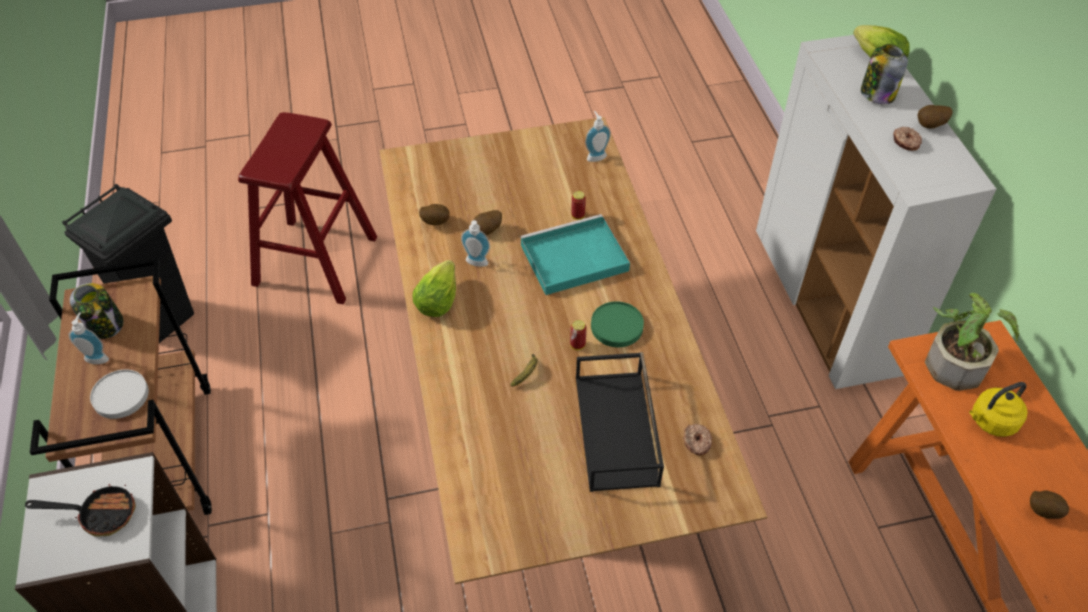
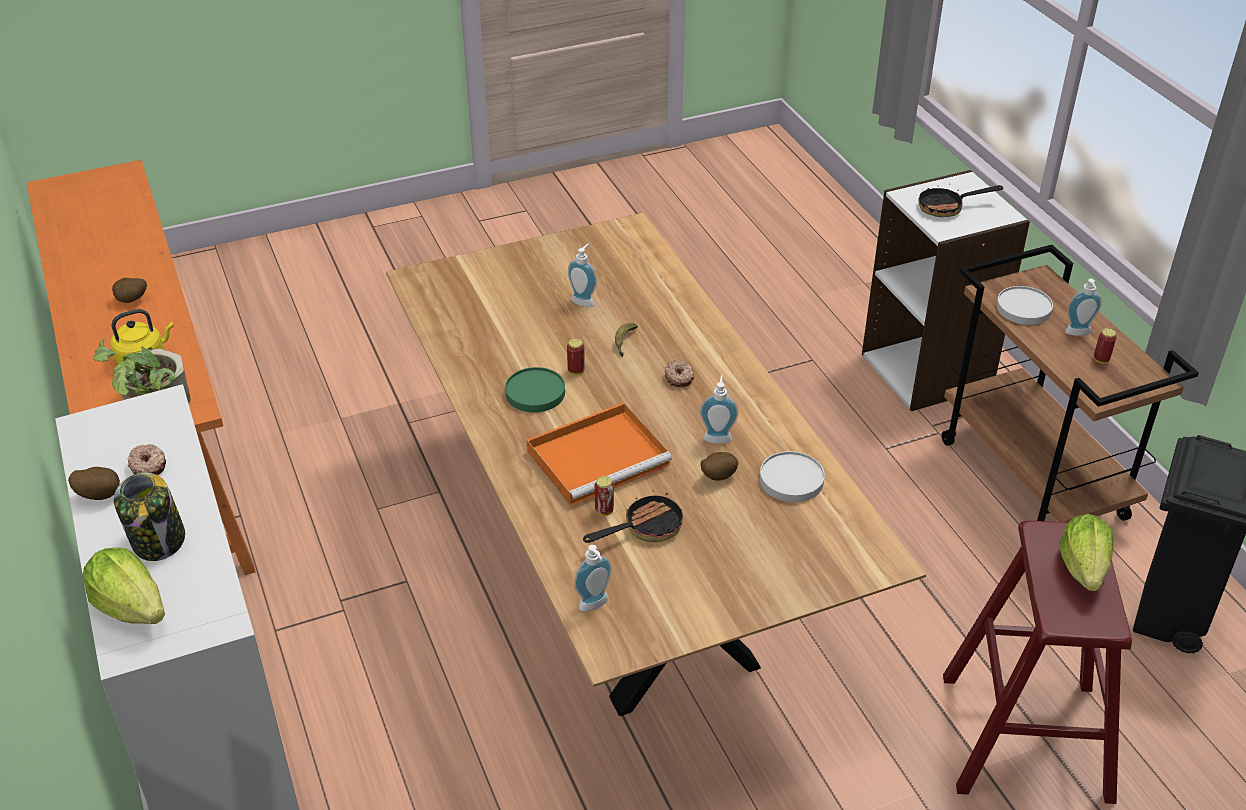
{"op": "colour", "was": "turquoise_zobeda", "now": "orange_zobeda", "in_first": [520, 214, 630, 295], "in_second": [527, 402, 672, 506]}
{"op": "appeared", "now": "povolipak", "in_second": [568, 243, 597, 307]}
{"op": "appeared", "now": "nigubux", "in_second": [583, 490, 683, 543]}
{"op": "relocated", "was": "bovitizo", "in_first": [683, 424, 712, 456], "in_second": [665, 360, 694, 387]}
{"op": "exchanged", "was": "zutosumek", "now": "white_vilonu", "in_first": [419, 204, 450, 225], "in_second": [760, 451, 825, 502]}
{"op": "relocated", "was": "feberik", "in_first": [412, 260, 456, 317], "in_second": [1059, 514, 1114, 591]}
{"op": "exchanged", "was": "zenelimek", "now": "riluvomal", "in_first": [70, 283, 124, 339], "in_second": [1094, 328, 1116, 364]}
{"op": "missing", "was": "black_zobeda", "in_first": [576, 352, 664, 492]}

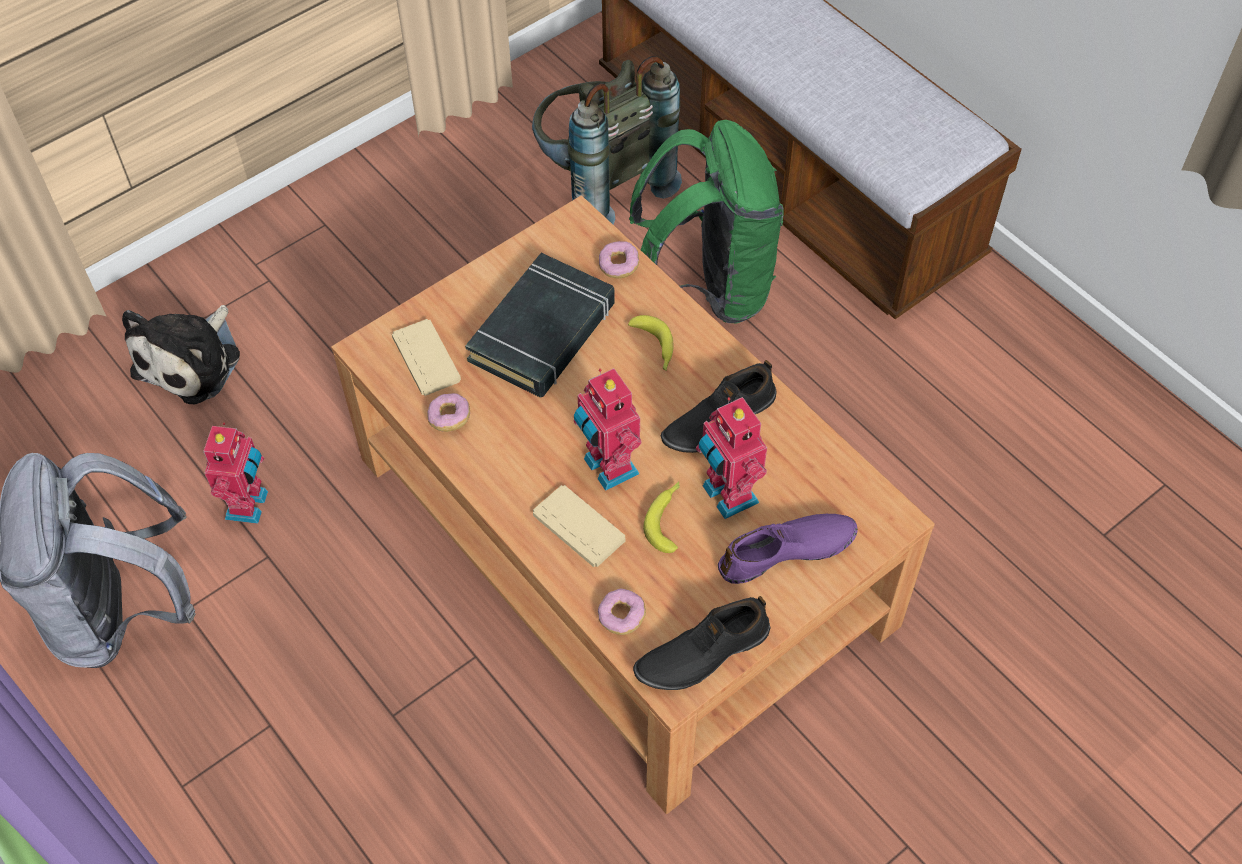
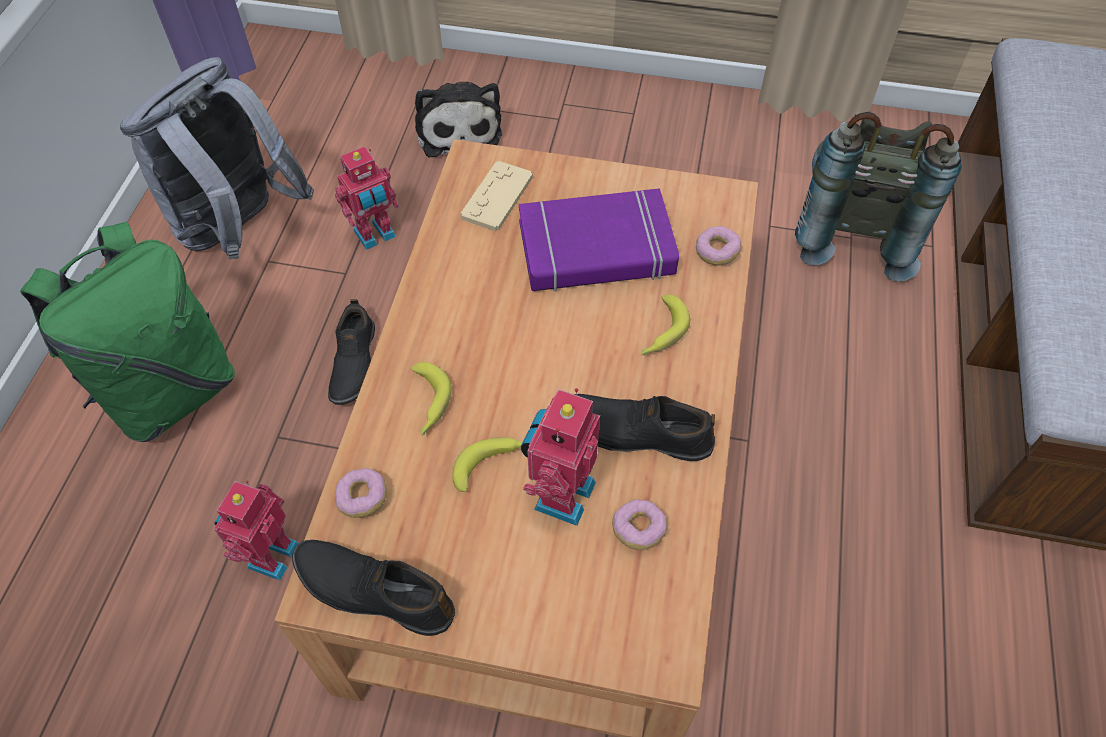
{"op": "relocated", "was": "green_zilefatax", "in_first": [629, 120, 784, 323], "in_second": [20, 222, 235, 442]}
{"op": "relocated", "was": "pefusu", "in_first": [574, 368, 641, 491], "in_second": [214, 480, 299, 581]}
{"op": "appeared", "now": "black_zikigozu", "in_second": [328, 299, 375, 405]}
{"op": "exchanged", "was": "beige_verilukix", "now": "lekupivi", "in_first": [533, 485, 625, 567], "in_second": [411, 362, 452, 436]}
{"op": "spun", "was": "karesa", "in_first": [122, 305, 240, 404], "in_second": [415, 82, 502, 157], "clockwise": -90}
{"op": "colour", "was": "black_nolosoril", "now": "purple_nolosoril", "in_first": [465, 253, 615, 397], "in_second": [519, 188, 679, 292]}
{"op": "relocated", "was": "bovitizo", "in_first": [427, 393, 470, 432], "in_second": [612, 499, 667, 550]}
{"op": "missing", "was": "purple_zikigozu", "in_first": [718, 514, 858, 584]}

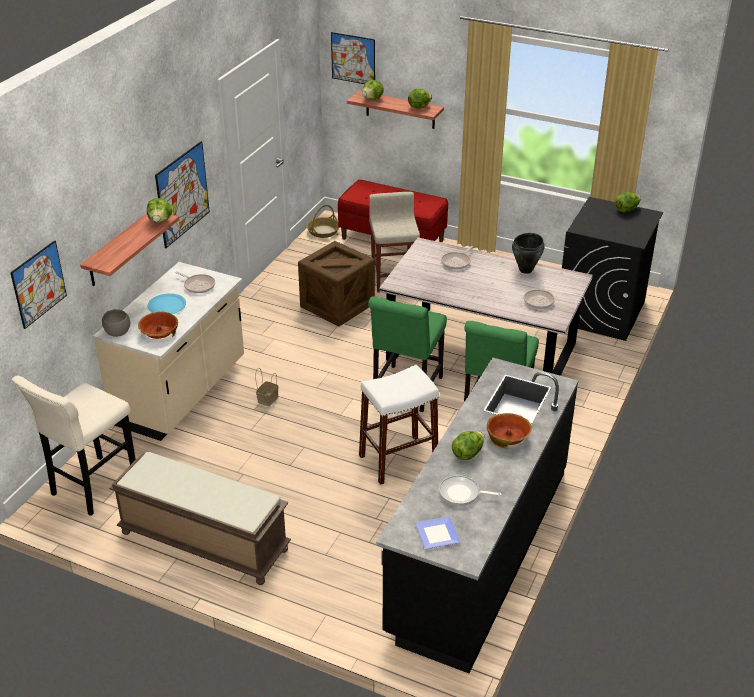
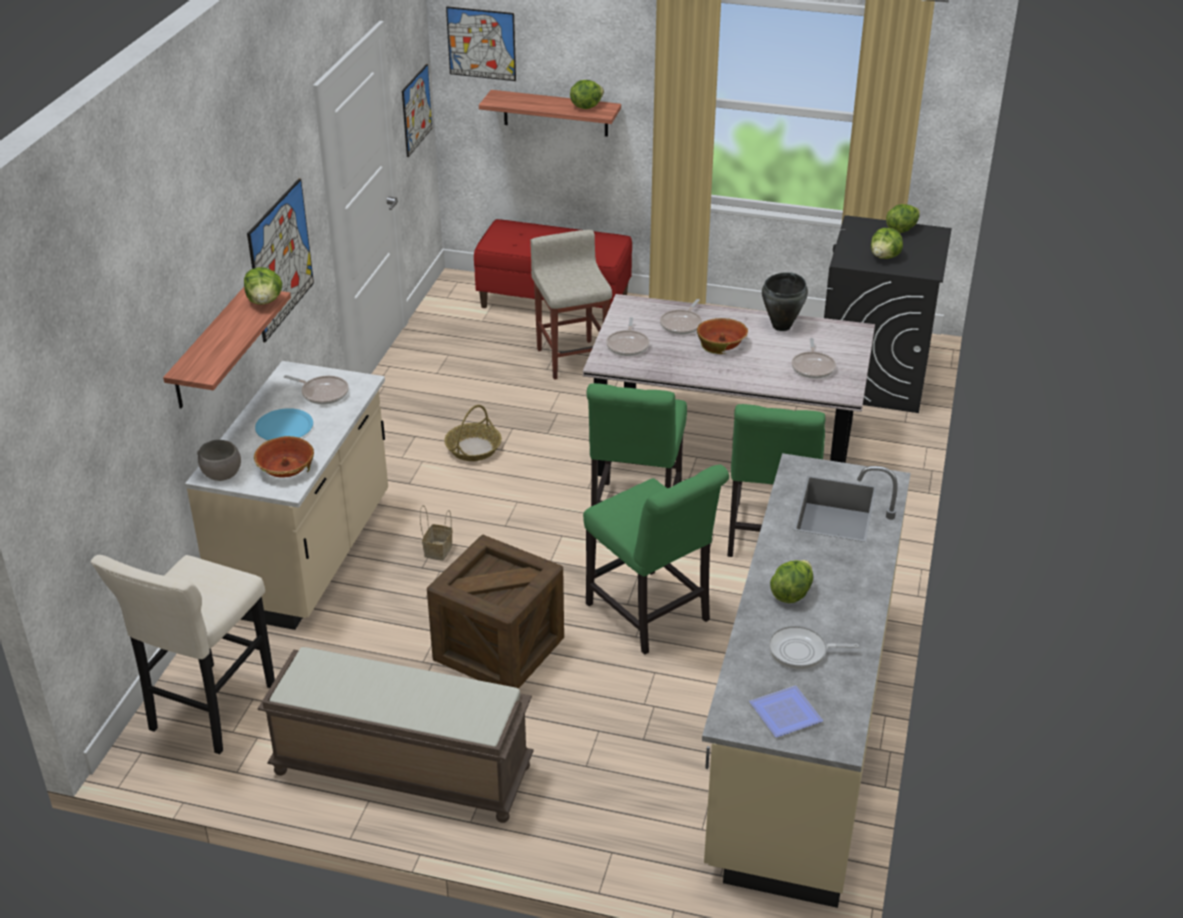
{"op": "relocated", "was": "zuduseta", "in_first": [10, 240, 67, 329], "in_second": [402, 64, 432, 157]}
{"op": "relocated", "was": "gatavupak", "in_first": [298, 241, 375, 327], "in_second": [427, 535, 564, 689]}
{"op": "relocated", "was": "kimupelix", "in_first": [306, 205, 340, 238], "in_second": [444, 405, 502, 461]}
{"op": "exchanged", "was": "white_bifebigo", "now": "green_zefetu", "in_first": [359, 365, 439, 485], "in_second": [583, 464, 729, 654]}
{"op": "appeared", "now": "nigubux", "in_second": [606, 317, 649, 356]}
{"op": "relocated", "was": "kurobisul", "in_first": [487, 413, 532, 449], "in_second": [697, 318, 748, 354]}
{"op": "colour", "was": "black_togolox", "now": "beige_togolox", "in_first": [376, 358, 579, 673], "in_second": [702, 453, 911, 908]}
{"op": "relocated", "was": "feberik", "in_first": [362, 80, 384, 100], "in_second": [871, 228, 903, 259]}

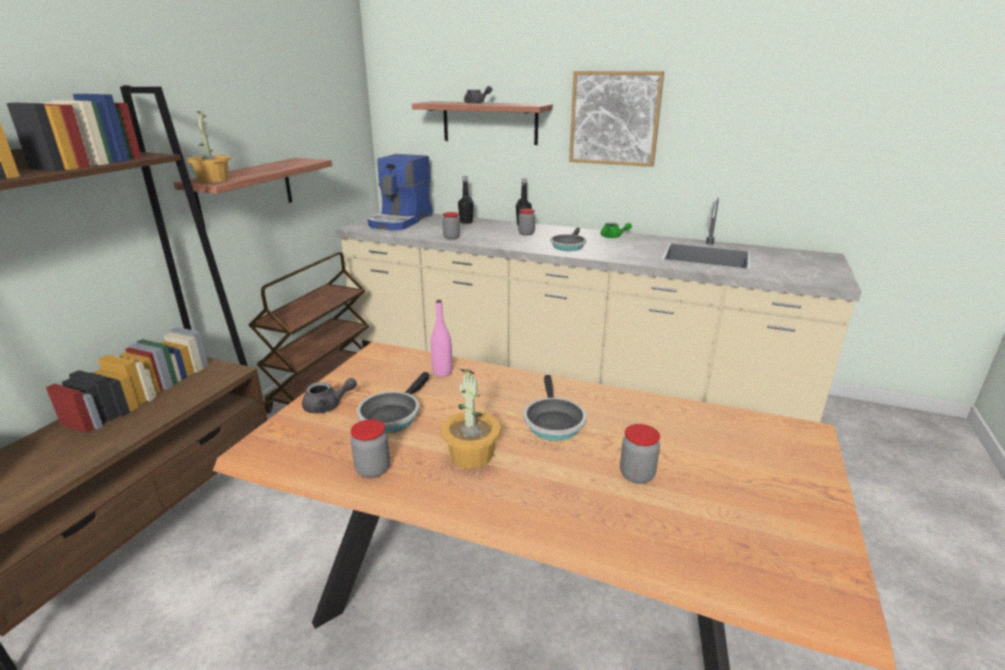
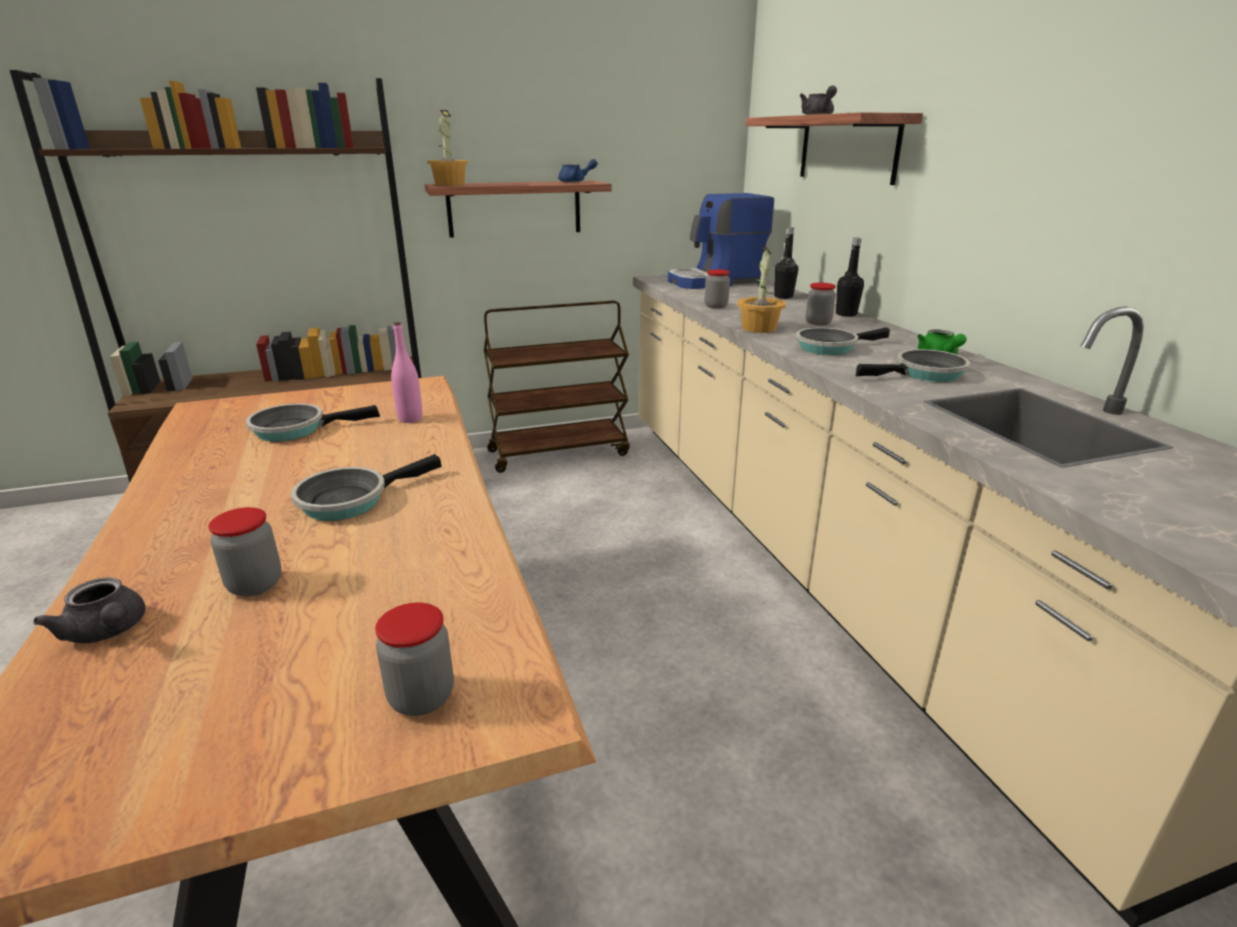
{"op": "relocated", "was": "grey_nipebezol", "in_first": [302, 378, 357, 413], "in_second": [33, 577, 146, 644]}
{"op": "relocated", "was": "zenelimek", "in_first": [351, 419, 390, 478], "in_second": [375, 603, 454, 716]}
{"op": "appeared", "now": "blue_nipebezol", "in_second": [558, 159, 598, 182]}
{"op": "relocated", "was": "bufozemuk", "in_first": [440, 369, 501, 469], "in_second": [737, 246, 786, 333]}
{"op": "appeared", "now": "nigubux", "in_second": [856, 349, 970, 382]}
{"op": "missing", "was": "zuduseta", "in_first": [569, 71, 664, 167]}

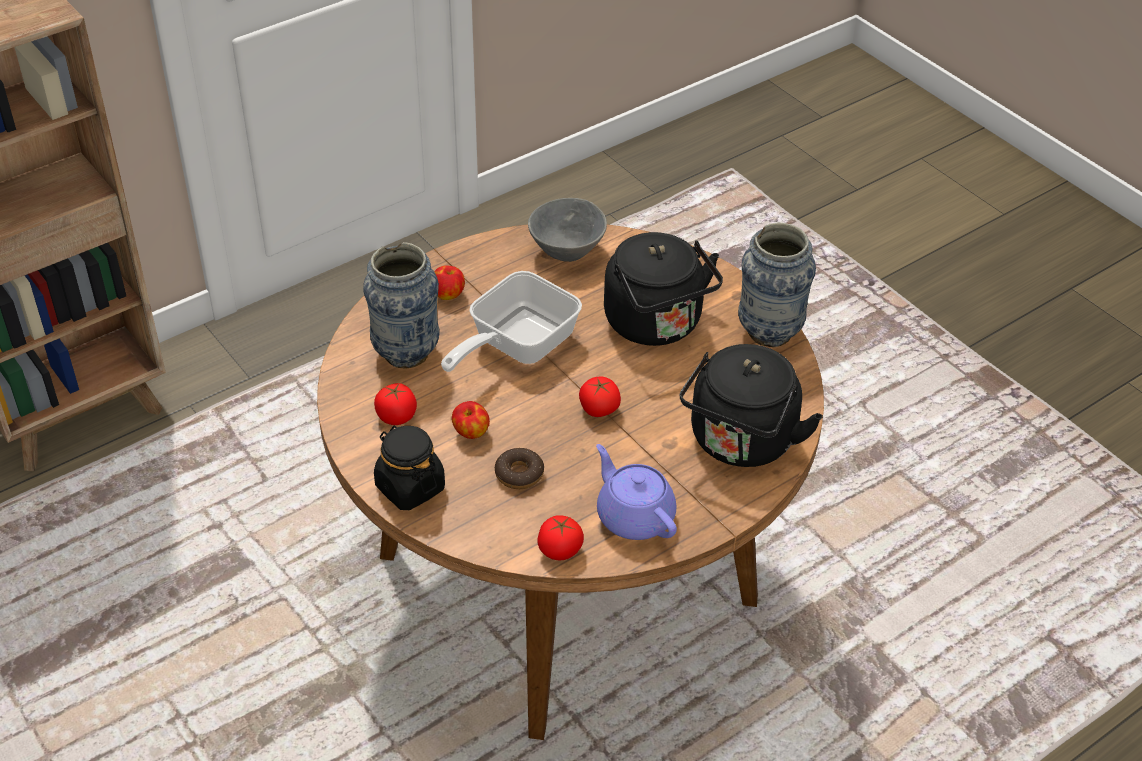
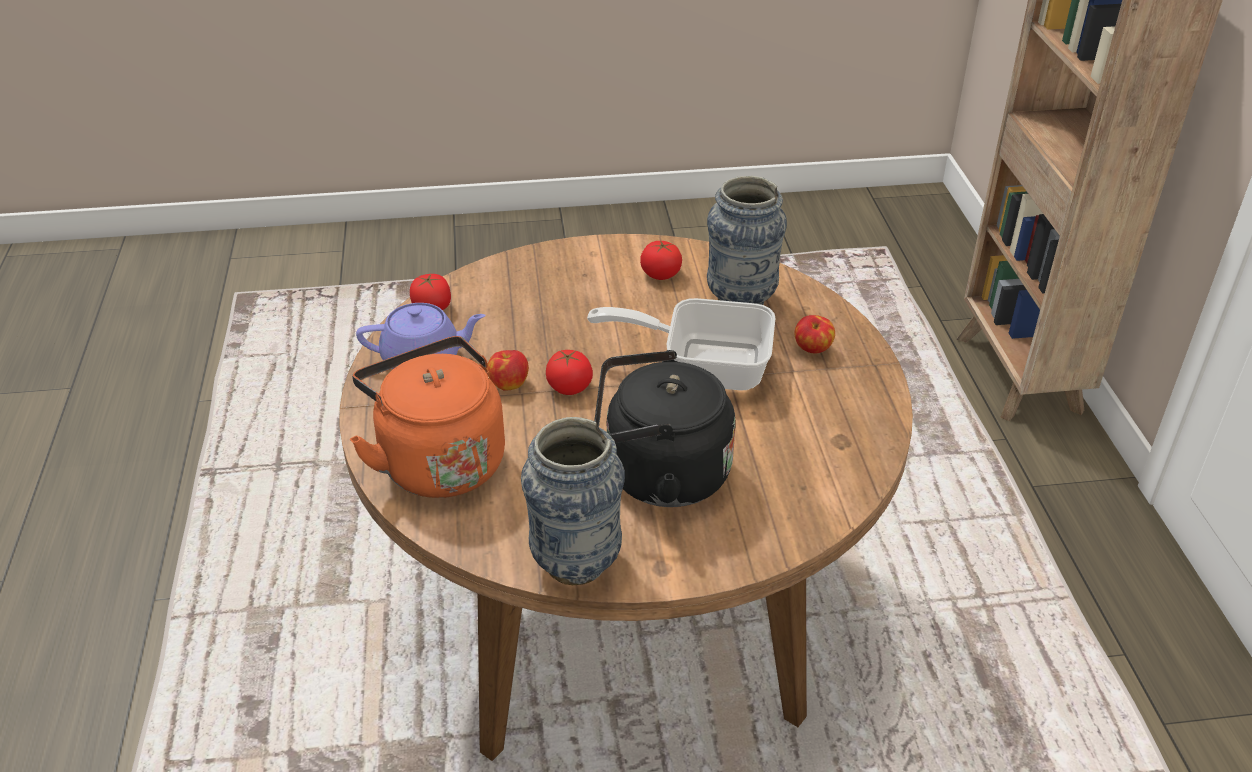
{"op": "colour", "was": "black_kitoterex", "now": "orange_kitoterex", "in_first": [680, 344, 823, 467], "in_second": [350, 336, 505, 498]}
{"op": "relocated", "was": "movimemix", "in_first": [452, 401, 490, 439], "in_second": [487, 350, 529, 391]}
{"op": "spun", "was": "nigubux", "in_first": [441, 271, 582, 372], "in_second": [587, 298, 775, 391], "clockwise": -60}
{"op": "missing", "was": "black_zenelimek", "in_first": [374, 426, 445, 510]}
{"op": "missing", "was": "bovitizo", "in_first": [495, 448, 544, 489]}
{"op": "missing", "was": "grey_kurobisul", "in_first": [528, 198, 607, 262]}

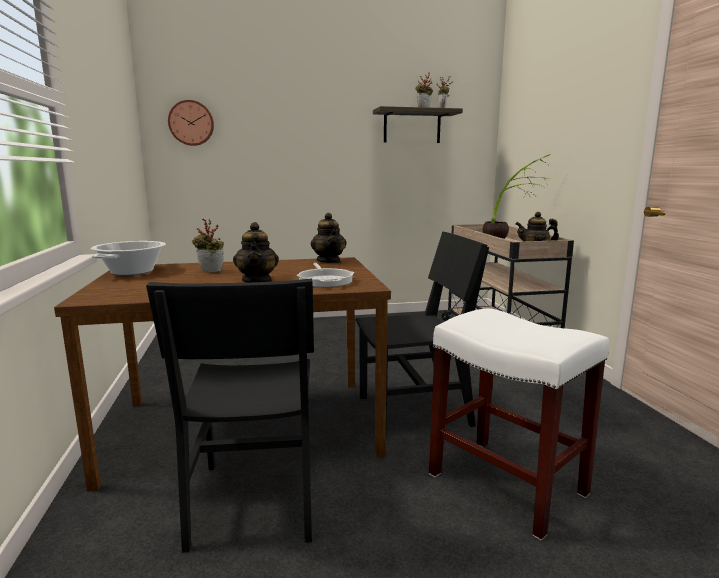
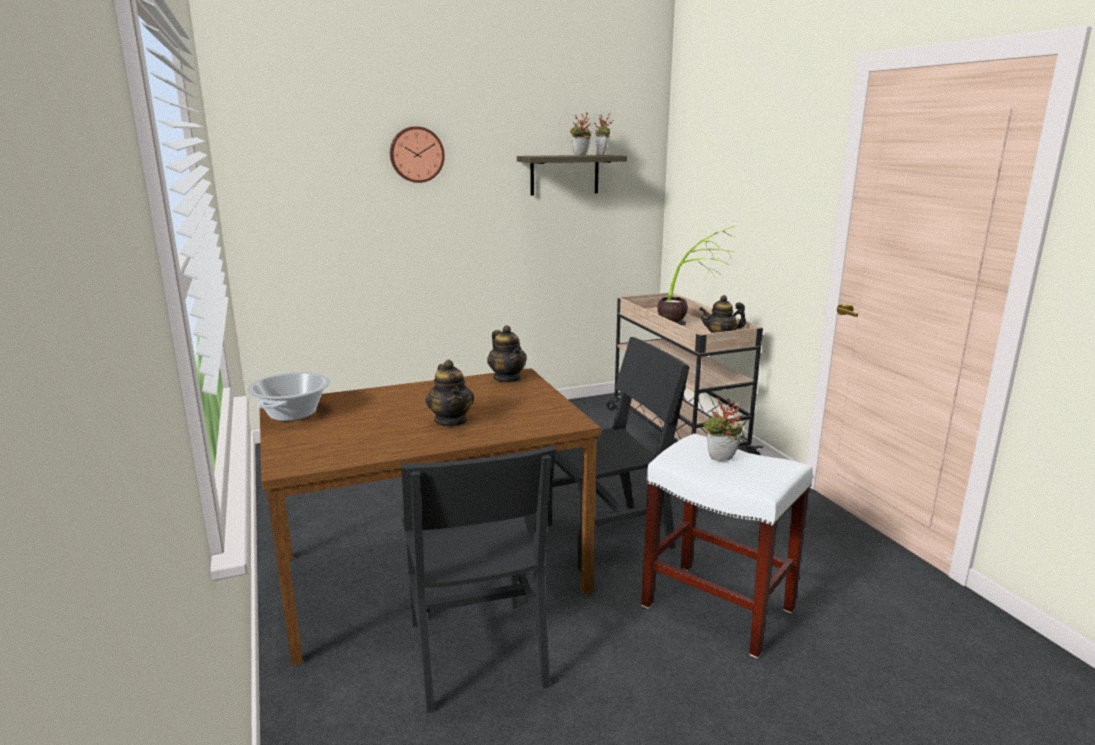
{"op": "relocated", "was": "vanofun", "in_first": [168, 100, 214, 146], "in_second": [390, 126, 445, 183]}
{"op": "relocated", "was": "bufozemuk", "in_first": [192, 219, 224, 272], "in_second": [704, 397, 743, 461]}
{"op": "missing", "was": "nigubux", "in_first": [297, 263, 354, 288]}

